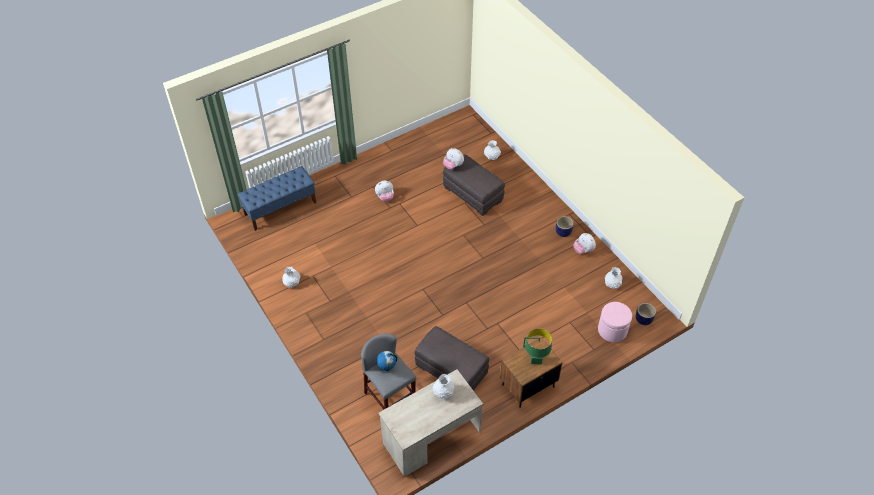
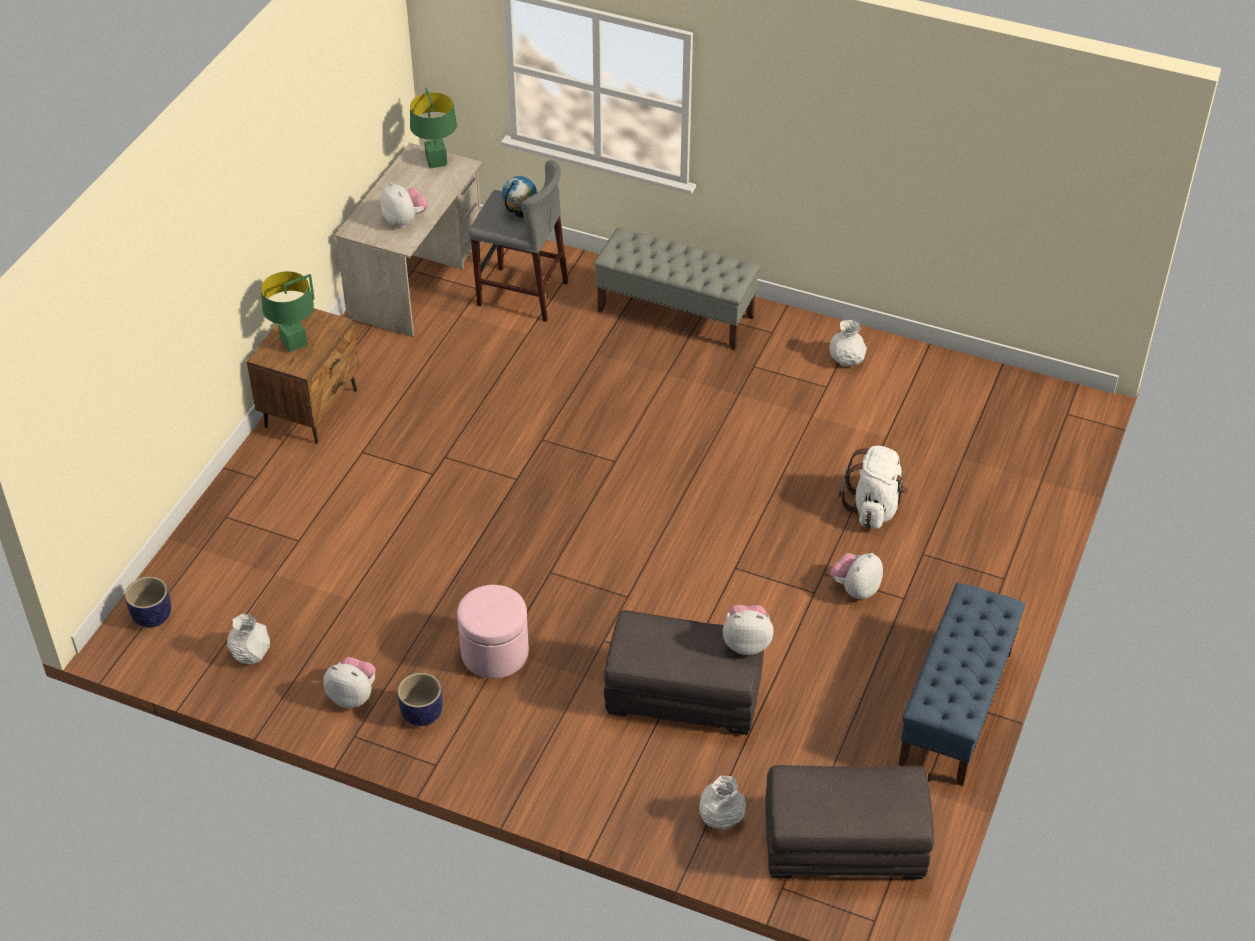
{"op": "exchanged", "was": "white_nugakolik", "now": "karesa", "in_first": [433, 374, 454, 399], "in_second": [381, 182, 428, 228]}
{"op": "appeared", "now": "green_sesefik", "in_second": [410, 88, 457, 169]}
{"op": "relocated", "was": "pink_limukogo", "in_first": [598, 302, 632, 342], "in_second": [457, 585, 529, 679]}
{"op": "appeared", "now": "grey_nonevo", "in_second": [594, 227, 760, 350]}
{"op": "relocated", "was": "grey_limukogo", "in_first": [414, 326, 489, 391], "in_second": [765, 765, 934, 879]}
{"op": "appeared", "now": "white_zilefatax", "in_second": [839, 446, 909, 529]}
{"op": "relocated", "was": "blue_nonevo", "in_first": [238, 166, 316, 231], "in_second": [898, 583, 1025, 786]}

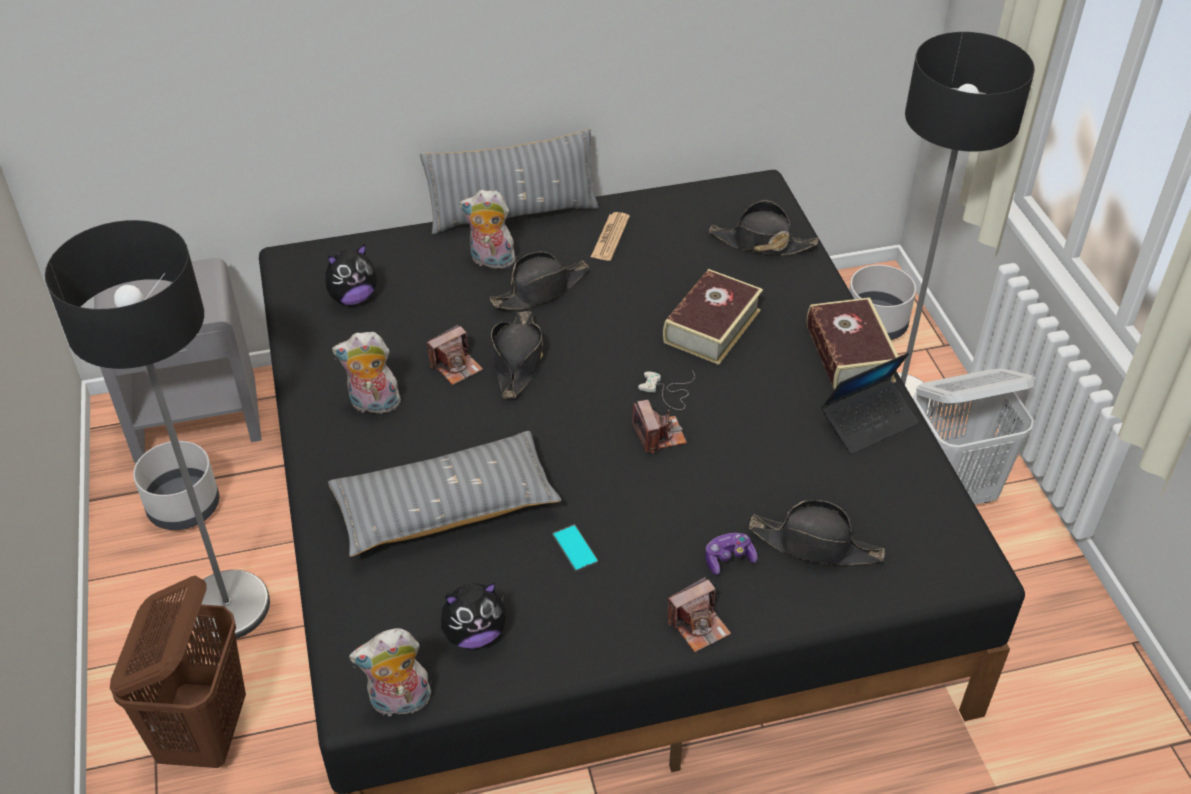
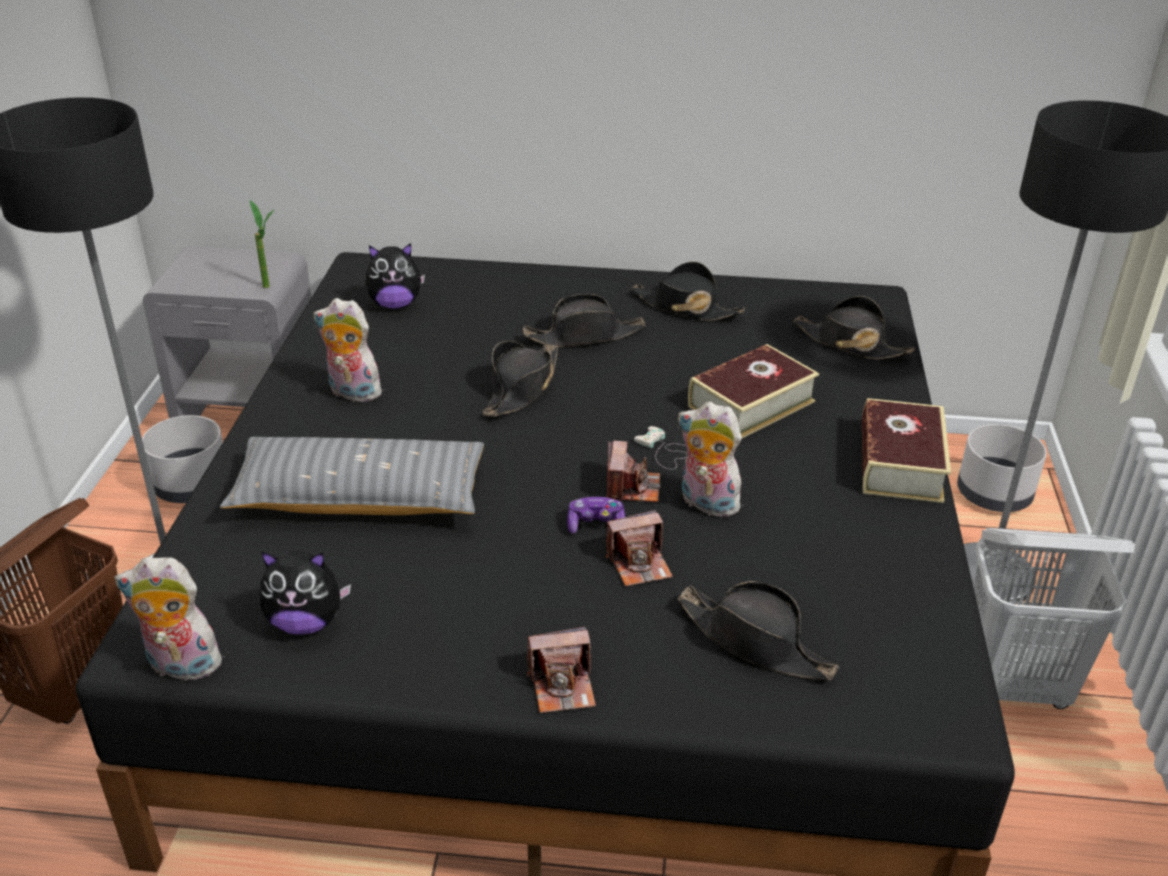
{"op": "appeared", "now": "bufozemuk", "in_second": [250, 200, 275, 288]}
{"op": "relocated", "was": "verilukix", "in_first": [705, 533, 758, 575], "in_second": [567, 497, 625, 534]}
{"op": "relocated", "was": "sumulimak", "in_first": [427, 325, 483, 385], "in_second": [606, 510, 673, 587]}
{"op": "exchanged", "was": "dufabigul", "now": "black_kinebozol", "in_first": [591, 212, 630, 261], "in_second": [631, 262, 745, 321]}
{"op": "relocated", "was": "karesa", "in_first": [459, 190, 516, 269], "in_second": [678, 402, 743, 517]}
{"op": "missing", "was": "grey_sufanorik", "in_first": [420, 129, 599, 234]}
{"op": "missing", "was": "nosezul", "in_first": [552, 524, 598, 572]}
{"op": "missing", "was": "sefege", "in_first": [821, 352, 918, 455]}

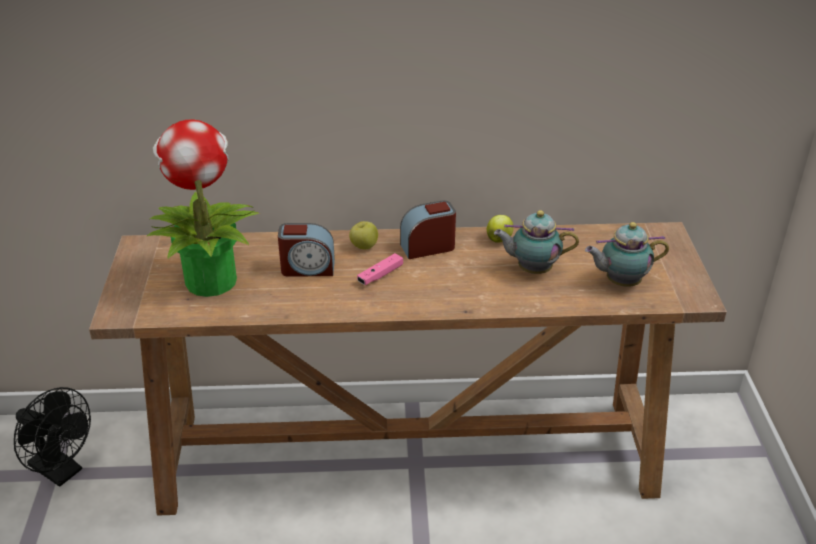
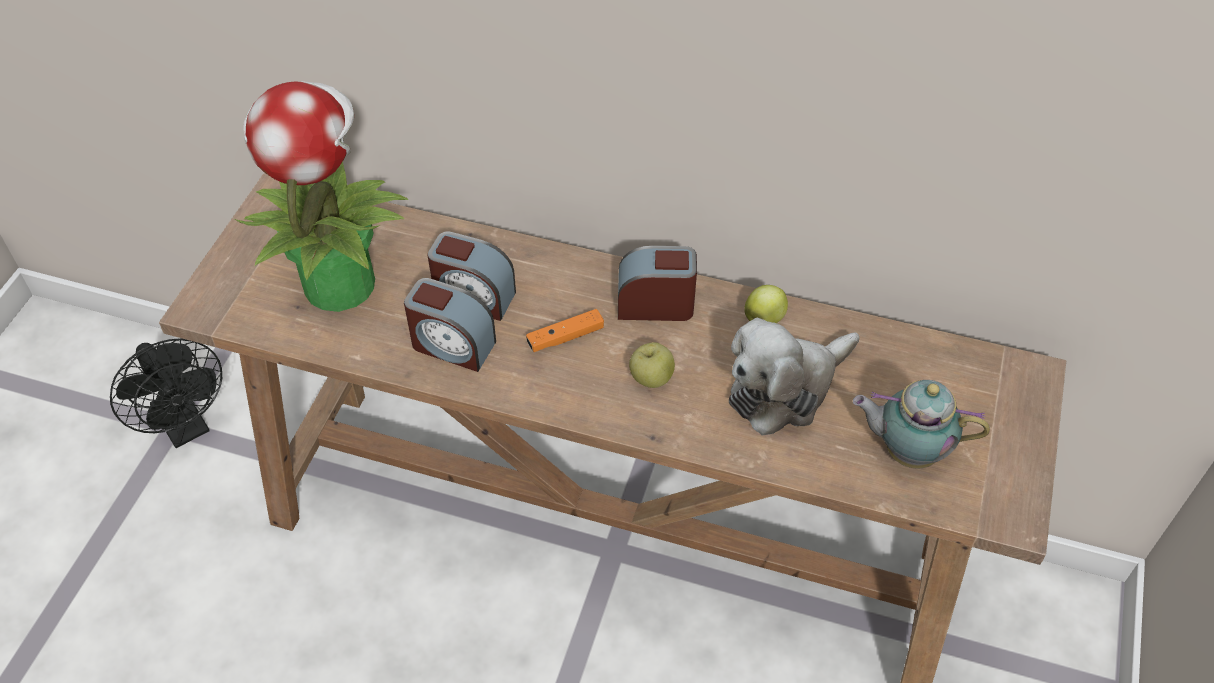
{"op": "appeared", "now": "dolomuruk", "in_second": [404, 278, 496, 372]}
{"op": "colour", "was": "pink_verilukix", "now": "orange_verilukix", "in_first": [357, 253, 403, 285], "in_second": [526, 309, 604, 352]}
{"op": "relocated", "was": "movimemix", "in_first": [349, 221, 378, 249], "in_second": [629, 342, 675, 388]}
{"op": "exchanged", "was": "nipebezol", "now": "karesa", "in_first": [494, 210, 579, 274], "in_second": [729, 318, 859, 435]}

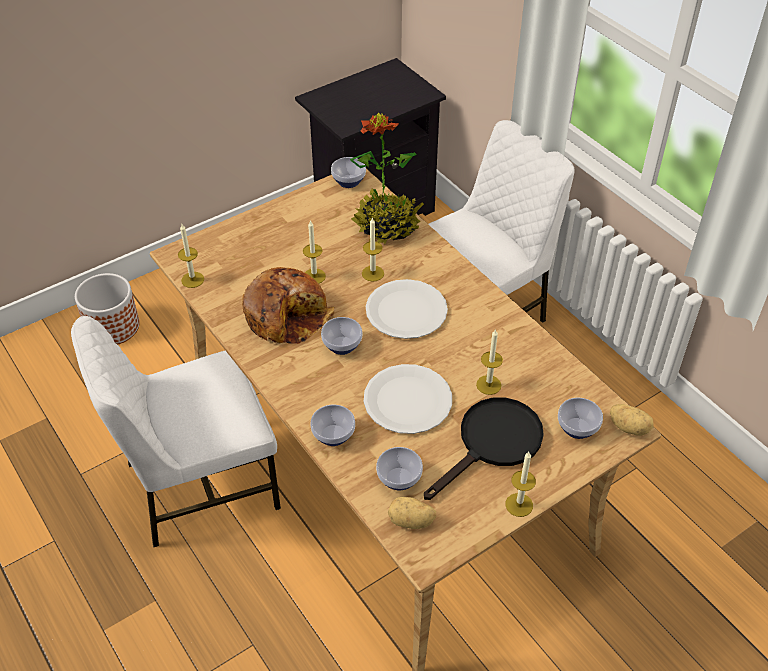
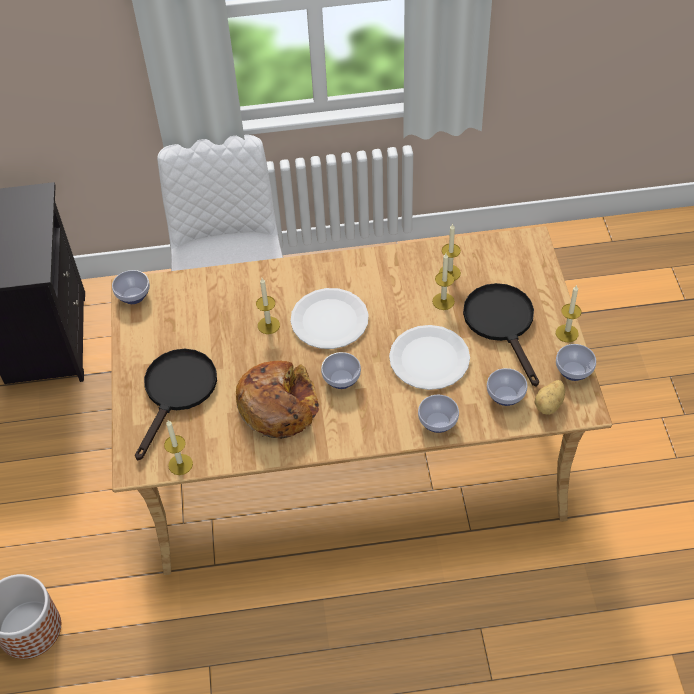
{"op": "appeared", "now": "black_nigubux", "in_second": [135, 349, 217, 461]}
{"op": "relocated", "was": "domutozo", "in_first": [303, 220, 326, 284], "in_second": [439, 224, 461, 281]}
{"op": "relocated", "was": "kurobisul", "in_first": [558, 398, 603, 439], "in_second": [556, 344, 596, 381]}
{"op": "missing", "was": "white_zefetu", "in_first": [71, 316, 281, 547]}
{"op": "missing", "was": "bufozemuk", "in_first": [350, 113, 424, 244]}
{"op": "missing", "was": "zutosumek", "in_first": [610, 404, 654, 436]}

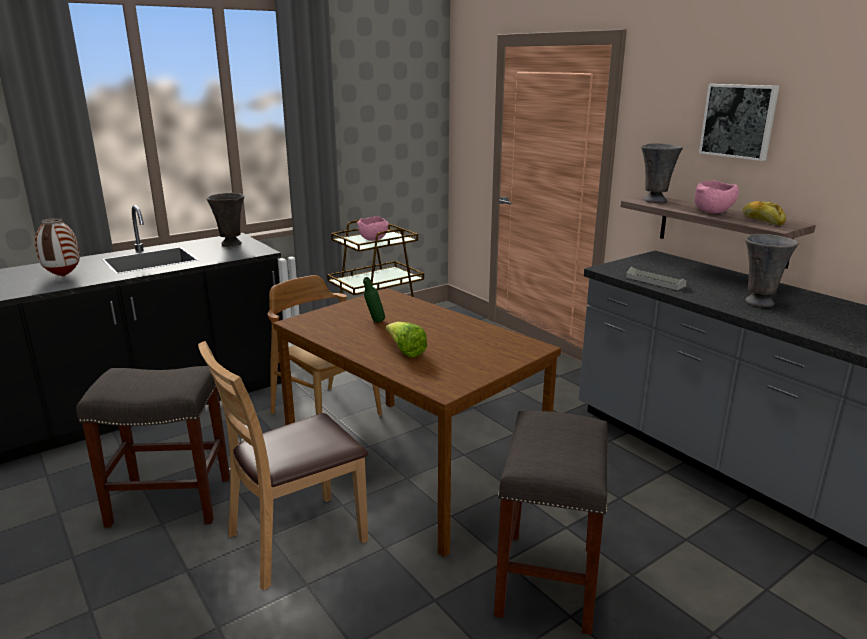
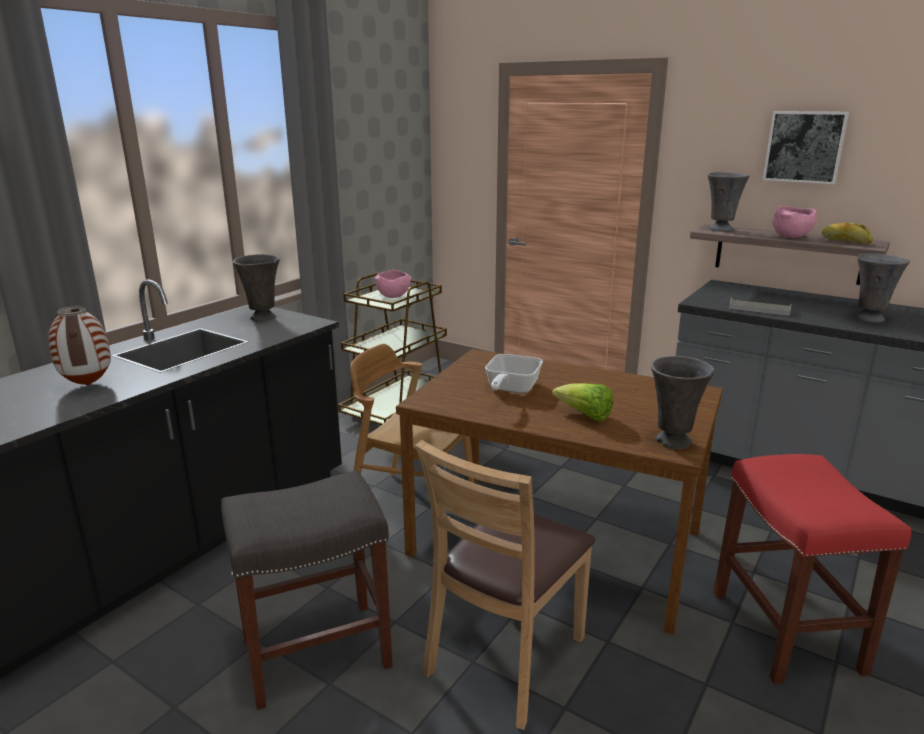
{"op": "exchanged", "was": "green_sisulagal", "now": "nigubux", "in_first": [363, 277, 385, 322], "in_second": [485, 354, 543, 393]}
{"op": "appeared", "now": "grey_nugakolik", "in_second": [651, 356, 714, 449]}
{"op": "colour", "was": "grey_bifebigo", "now": "red_bifebigo", "in_first": [494, 411, 608, 635], "in_second": [713, 454, 911, 684]}

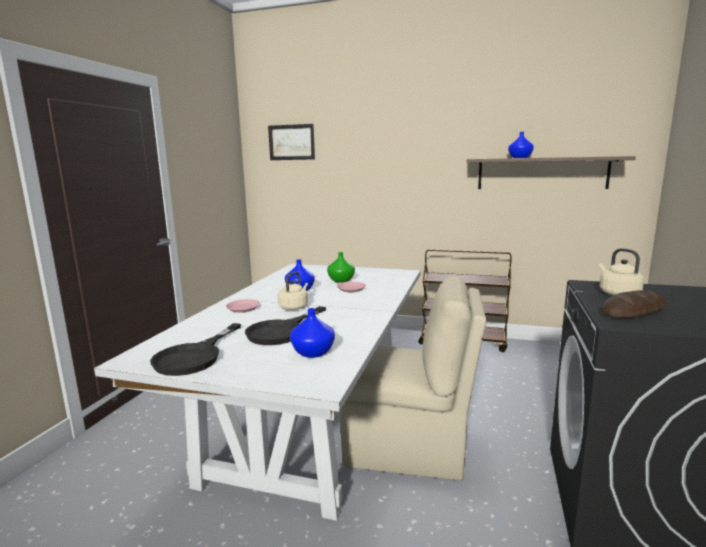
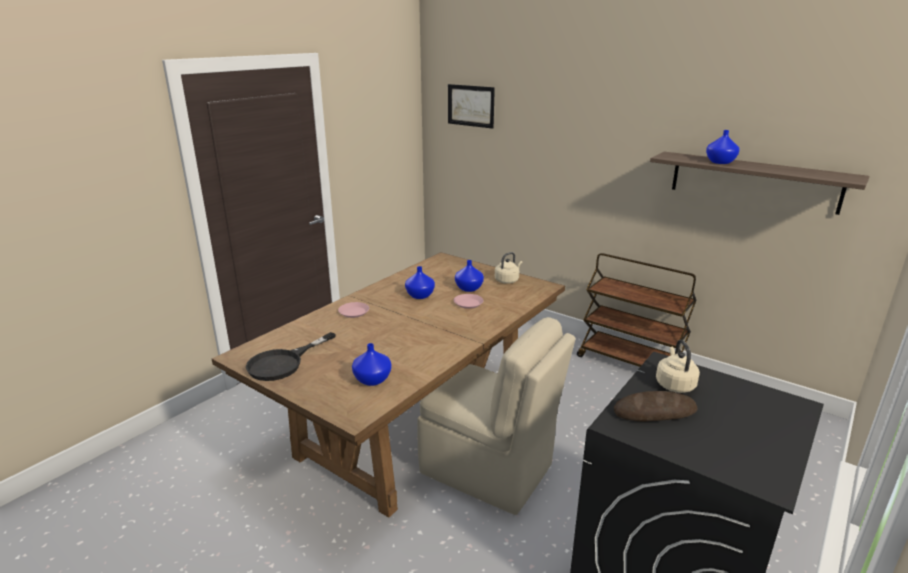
{"op": "colour", "was": "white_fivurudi", "now": "brown_fivurudi", "in_first": [94, 264, 421, 521], "in_second": [212, 252, 565, 518]}
{"op": "colour", "was": "green_nugakolik", "now": "blue_nugakolik", "in_first": [327, 252, 355, 283], "in_second": [455, 260, 484, 292]}
{"op": "relocated", "was": "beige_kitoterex", "in_first": [278, 272, 308, 310], "in_second": [495, 252, 522, 284]}
{"op": "missing", "was": "black_nigubux", "in_first": [245, 306, 326, 345]}

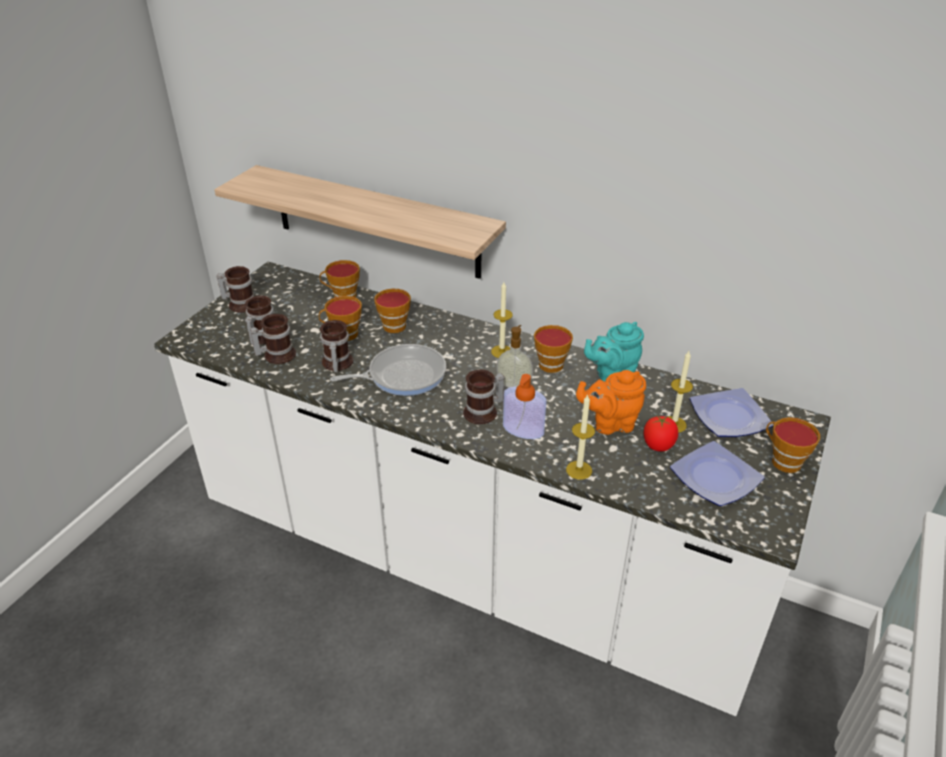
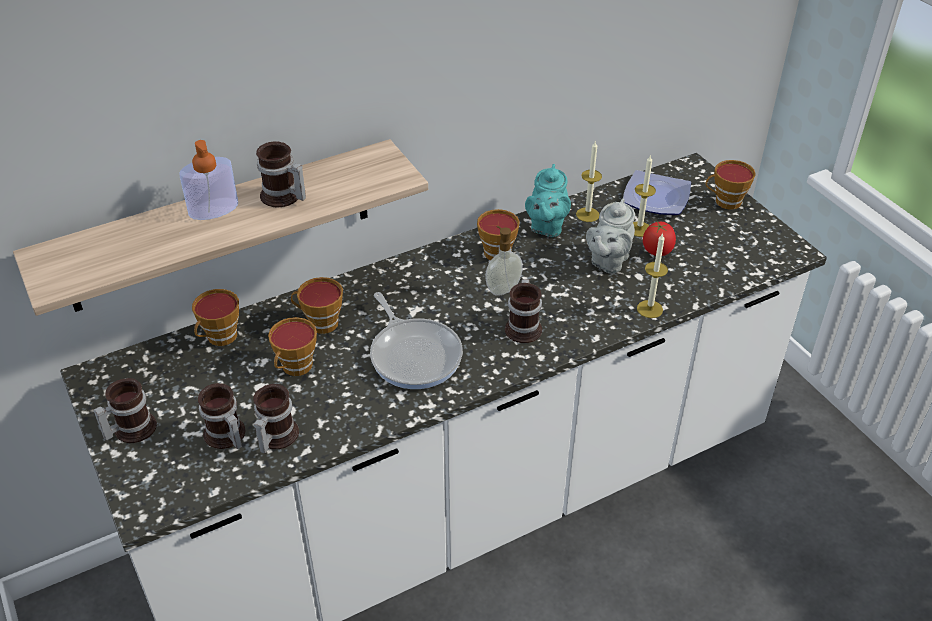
{"op": "relocated", "was": "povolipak", "in_first": [503, 374, 547, 439], "in_second": [180, 140, 238, 220]}
{"op": "relocated", "was": "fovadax", "in_first": [320, 320, 353, 372], "in_second": [256, 141, 306, 207]}
{"op": "spun", "was": "nigubux", "in_first": [330, 344, 446, 396], "in_second": [370, 292, 463, 389], "clockwise": 135}
{"op": "relocated", "was": "domutozo", "in_first": [491, 282, 513, 358], "in_second": [576, 142, 602, 222]}
{"op": "colour", "was": "orange_nipebezol", "now": "grey_nipebezol", "in_first": [576, 370, 646, 435], "in_second": [586, 199, 635, 274]}
{"op": "missing", "was": "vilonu", "in_first": [670, 441, 765, 506]}

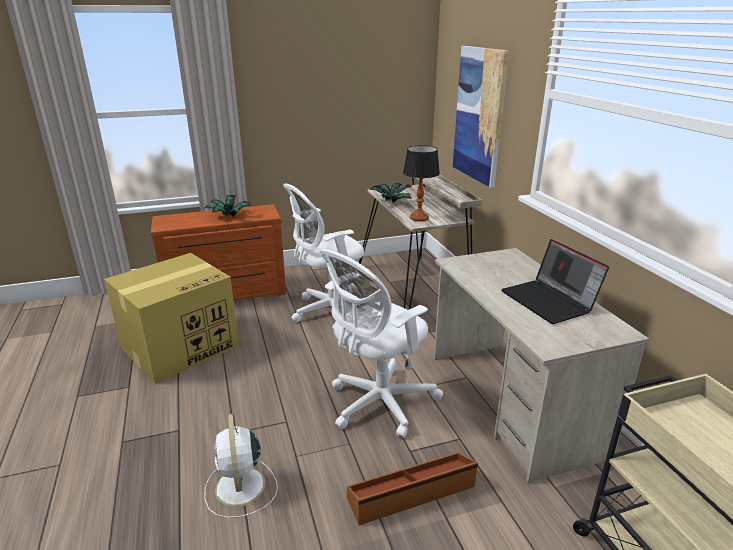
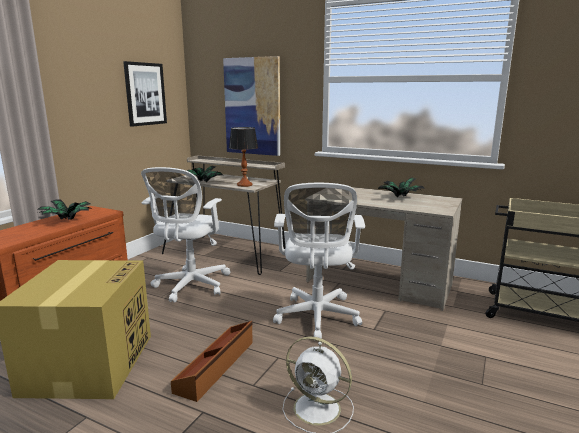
{"op": "appeared", "now": "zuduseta", "in_second": [123, 61, 167, 127]}
{"op": "relocated", "was": "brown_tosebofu", "in_first": [347, 452, 478, 525], "in_second": [171, 321, 253, 402]}
{"op": "exchanged", "was": "sefege", "now": "bufozemuk", "in_first": [501, 239, 609, 324], "in_second": [378, 177, 425, 197]}

